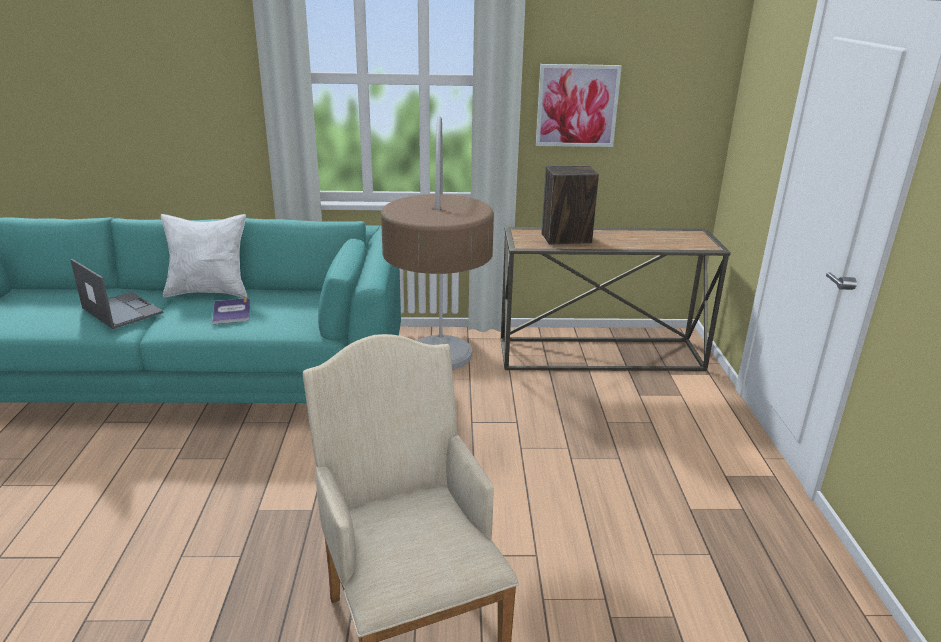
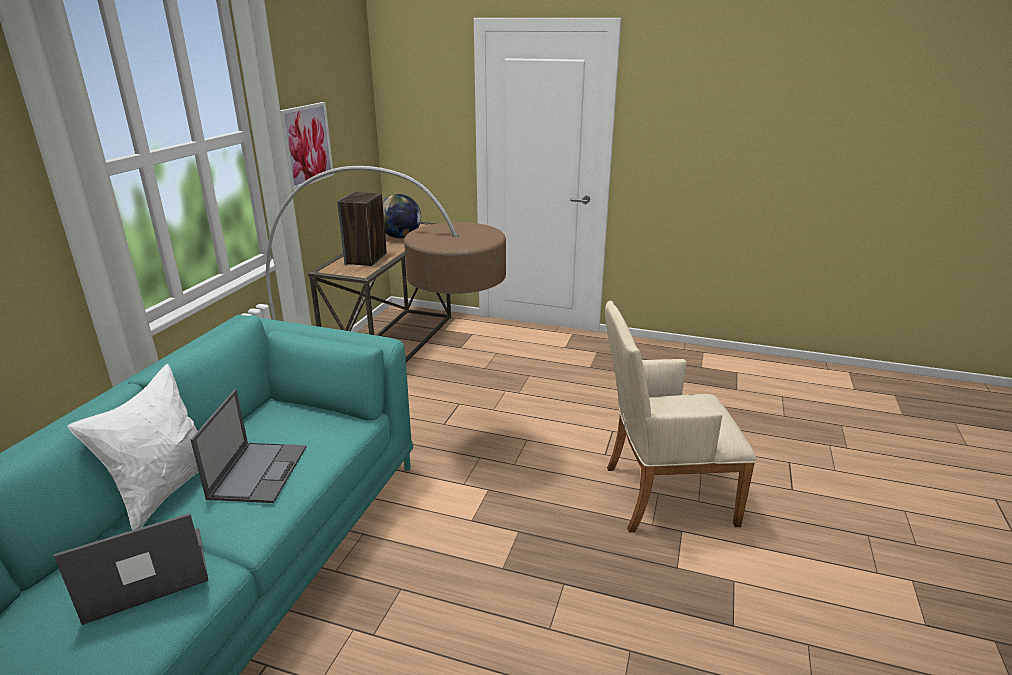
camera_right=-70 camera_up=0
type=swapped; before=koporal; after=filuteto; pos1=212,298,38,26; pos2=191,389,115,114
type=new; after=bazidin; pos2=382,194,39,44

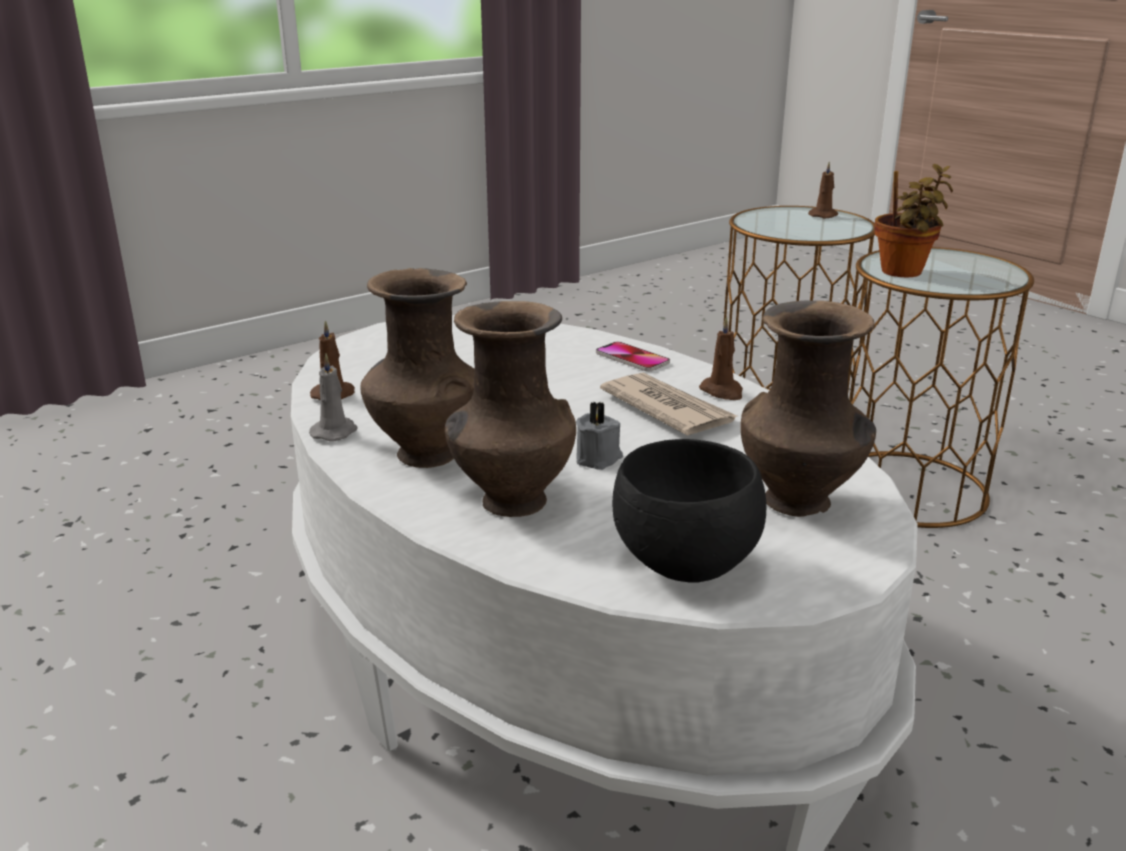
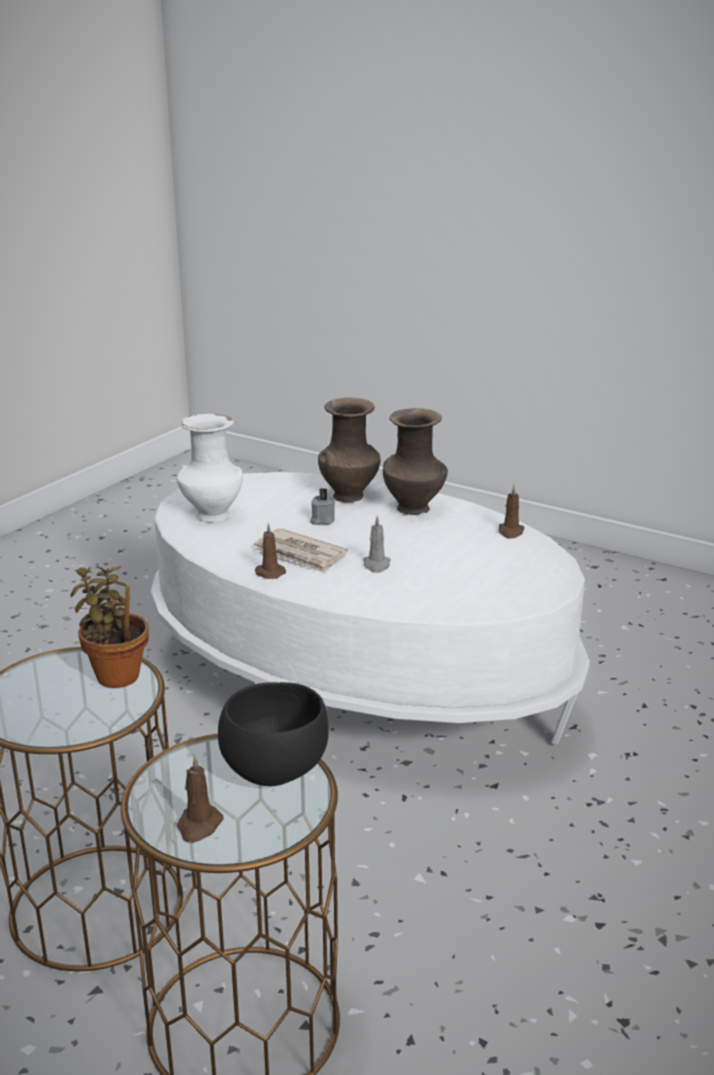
camera_right=160 camera_up=0
type=repainted; before=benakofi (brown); after=benakofi (white); pos1=741,300,135,217; pos2=176,414,67,108
type=shifted; before=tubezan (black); pos1=612,439,154,143; pos2=218,682,111,104
type=shifted; before=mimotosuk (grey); pos1=309,353,49,88; pos2=363,515,28,58
type=gone; before=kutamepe; pos1=596,342,74,30

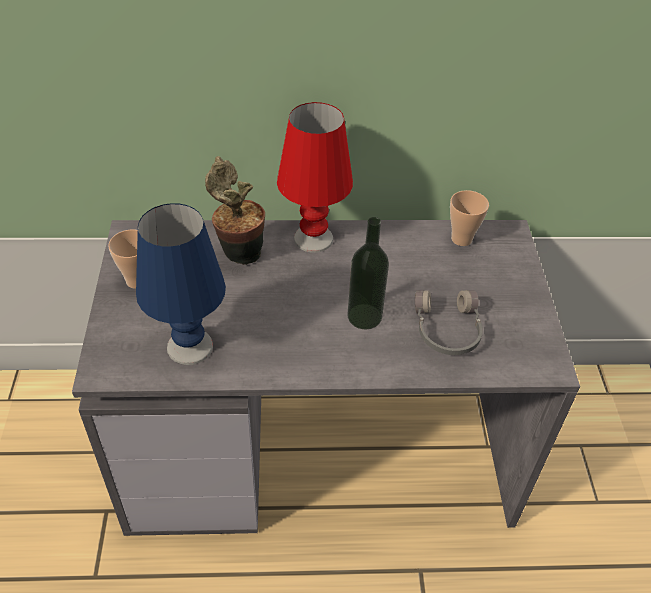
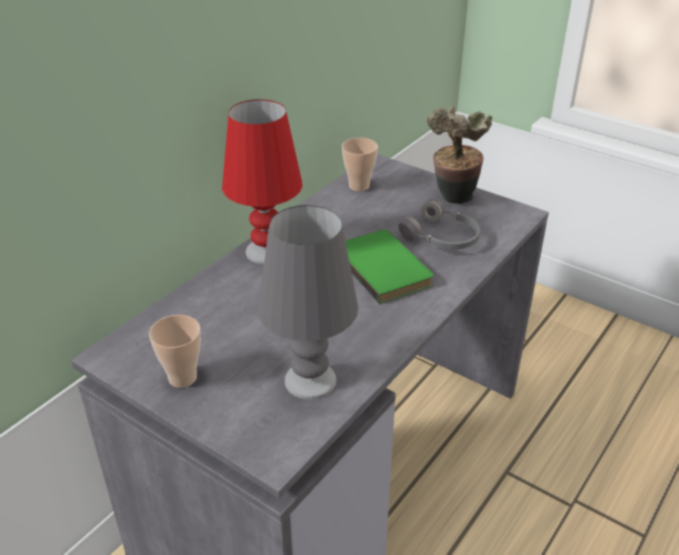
camera_right=-50 camera_up=-10
type=repainted; before=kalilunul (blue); after=kalilunul (grey); pos1=136,203,90,162; pos2=258,205,100,194
type=swapped; before=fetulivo; after=koporal (green); pos1=348,217,41,112; pos2=345,229,89,75
type=shifted; before=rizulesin; pos1=205,156,60,109; pos2=427,106,65,98

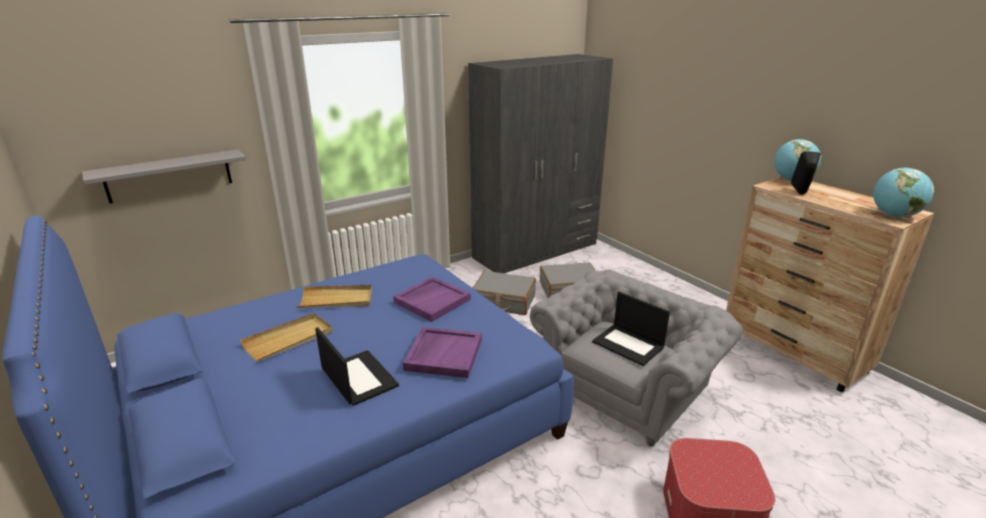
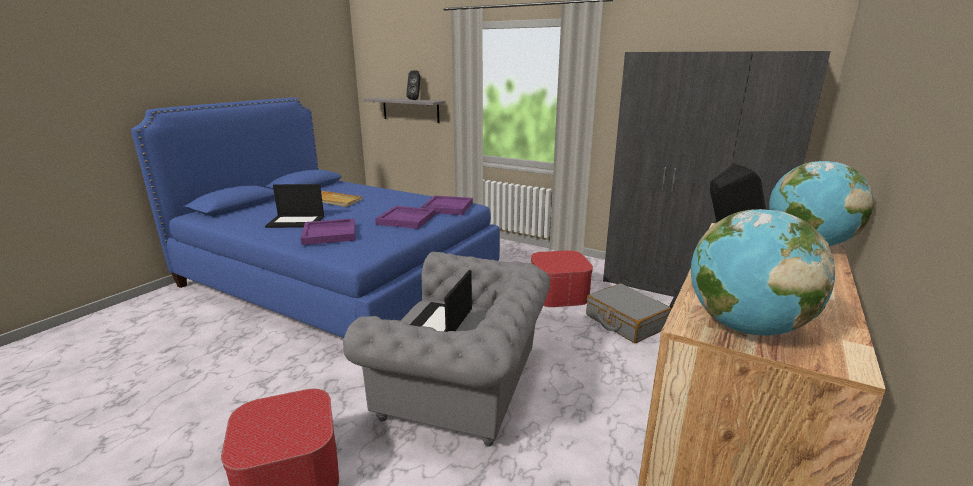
camera_right=65 camera_up=-5
type=rotated; before=filuteto; pos1=315,327,84,79; pos2=265,184,59,44; turn=60
type=new; after=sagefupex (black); pos2=406,71,15,29
type=new; after=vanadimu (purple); pos2=421,196,52,19
type=swapped; before=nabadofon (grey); after=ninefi; pos1=473,271,63,44; pos2=531,250,62,57
type=gone; before=vanadimu (beige); pos1=297,285,75,23

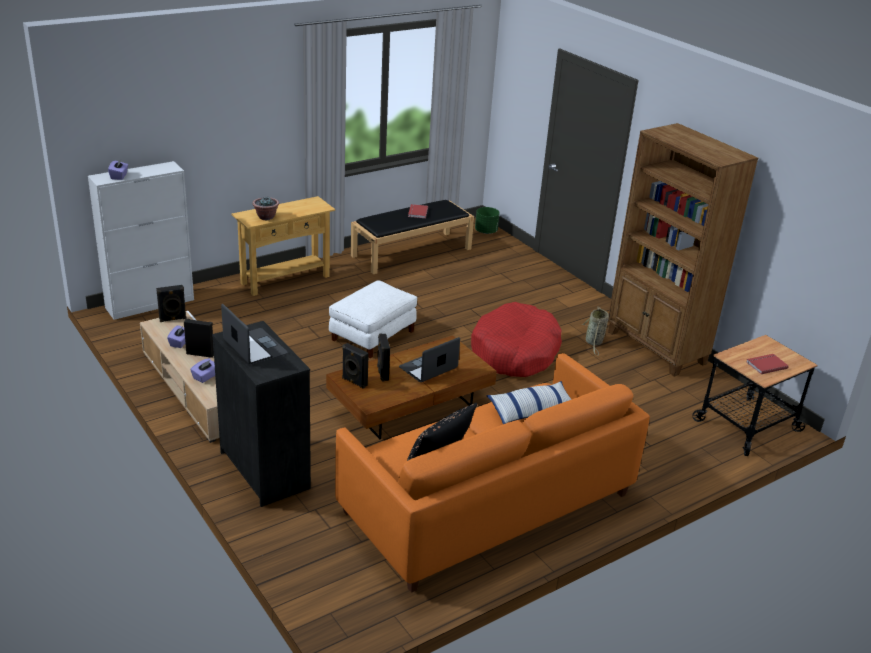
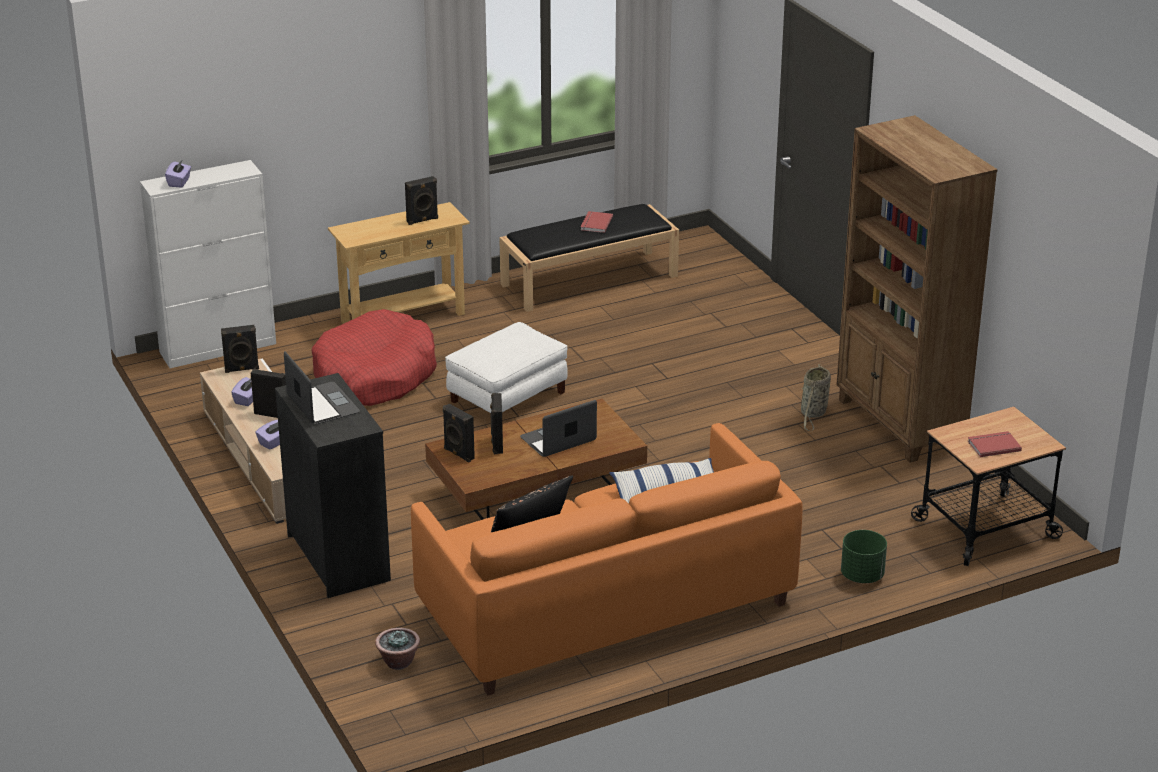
camera_right=10 camera_up=0
type=shifted; before=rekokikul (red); pos1=471,302,91,75; pos2=311,309,126,97
type=shifted; before=rizulesin; pos1=252,196,27,24; pos2=375,628,45,42
type=new; after=sagefupex (black); pos2=405,176,33,49
type=shifted; before=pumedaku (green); pos1=475,207,25,27; pos2=841,530,46,53

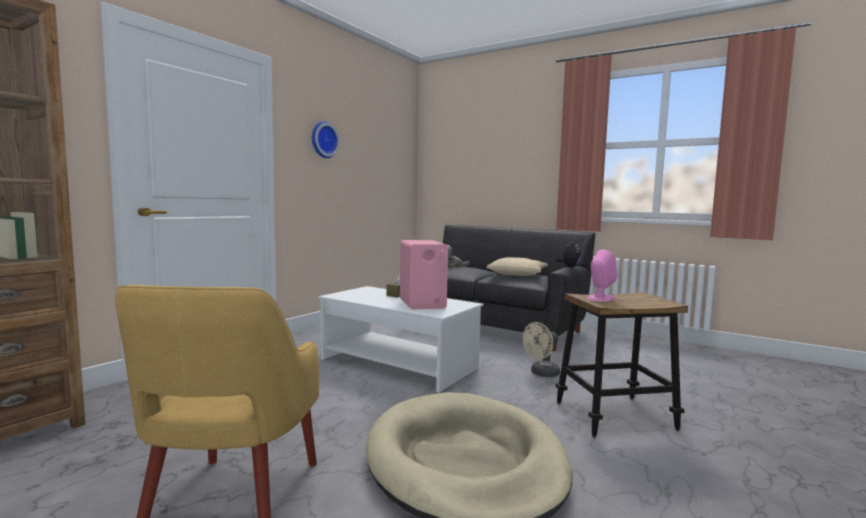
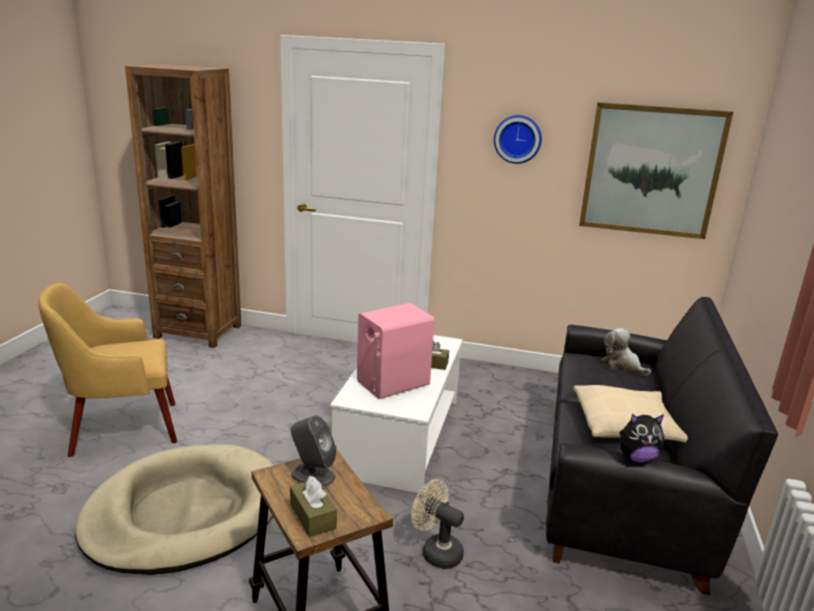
camera_right=70 camera_up=15
type=new; after=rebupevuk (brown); pos2=290,476,47,61
type=repainted; before=sagefupex (pink); after=sagefupex (grey); pos1=587,249,30,53; pos2=291,415,45,72
type=new; after=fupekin; pos2=579,102,154,137

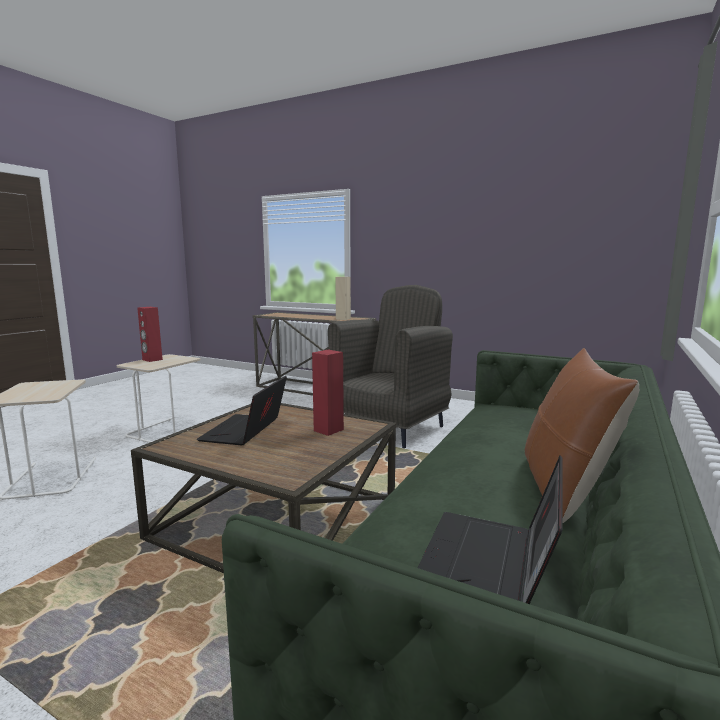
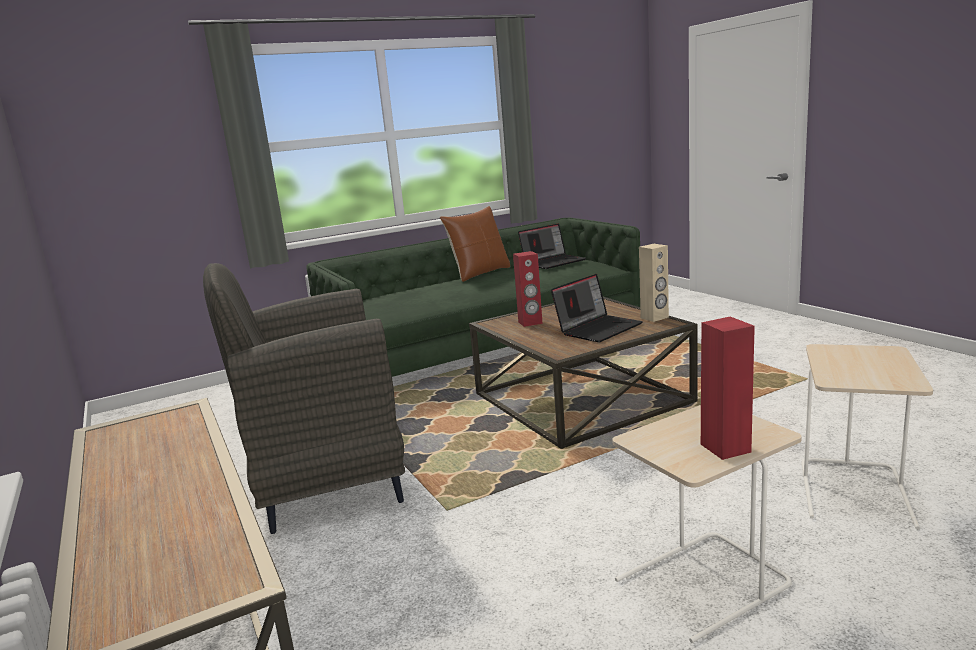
camera_right=-145 camera_up=5
type=shifted; before=sagefupex (beige); pos1=335,277,16,43; pos2=639,244,30,78

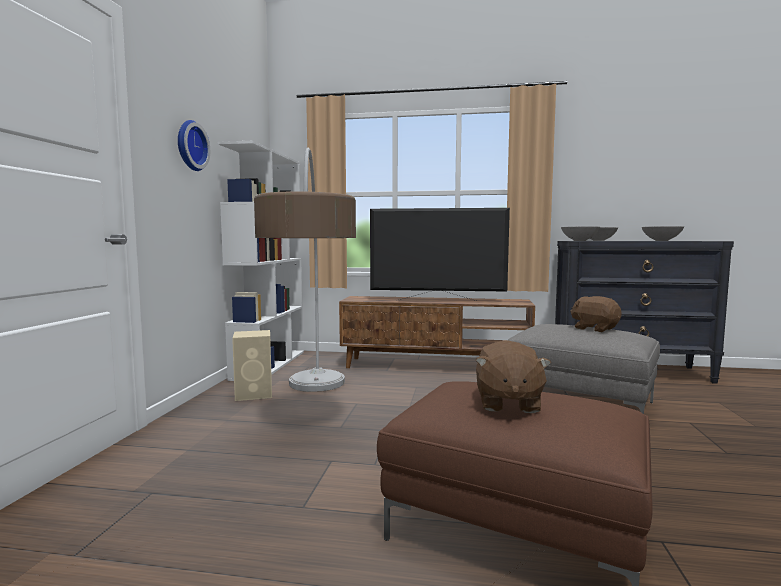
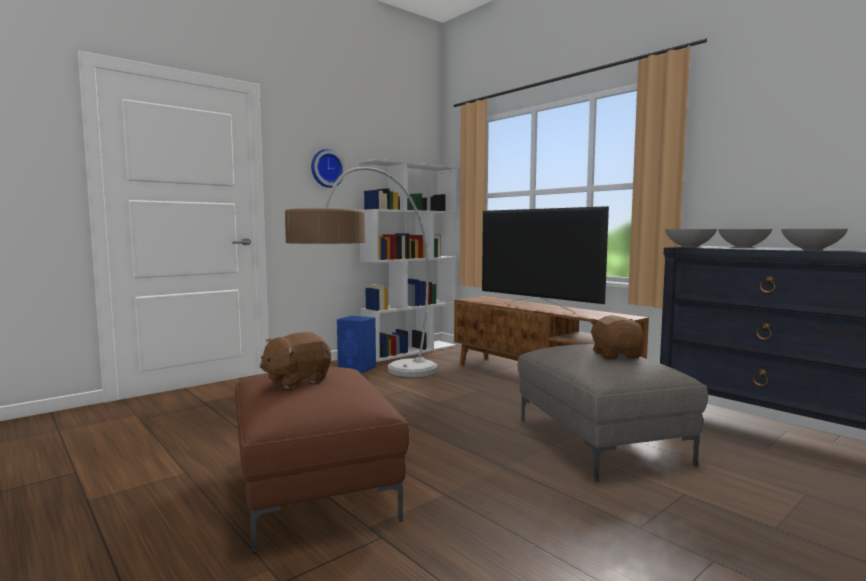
camera_right=40 camera_up=0
type=repainted; before=sagefupex (beige); after=sagefupex (blue); pos1=232,330,40,71; pos2=337,316,39,57

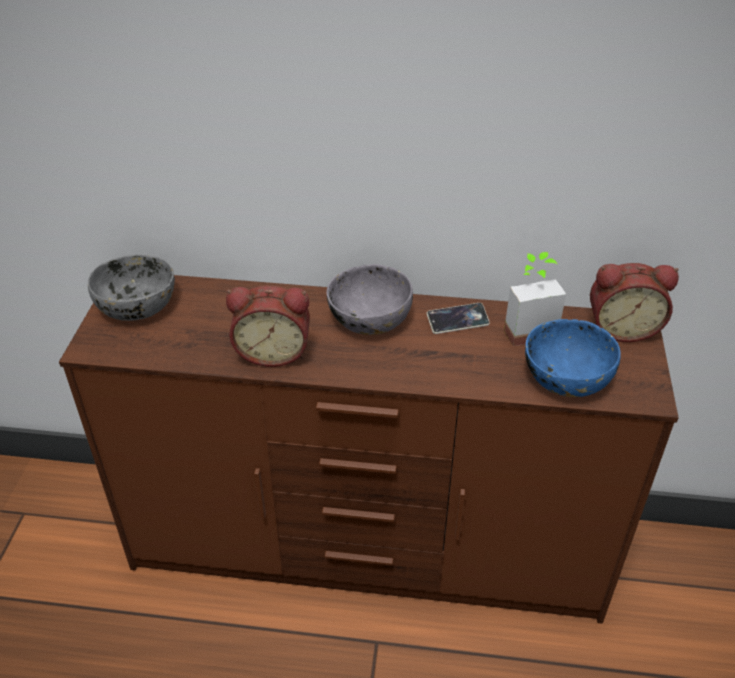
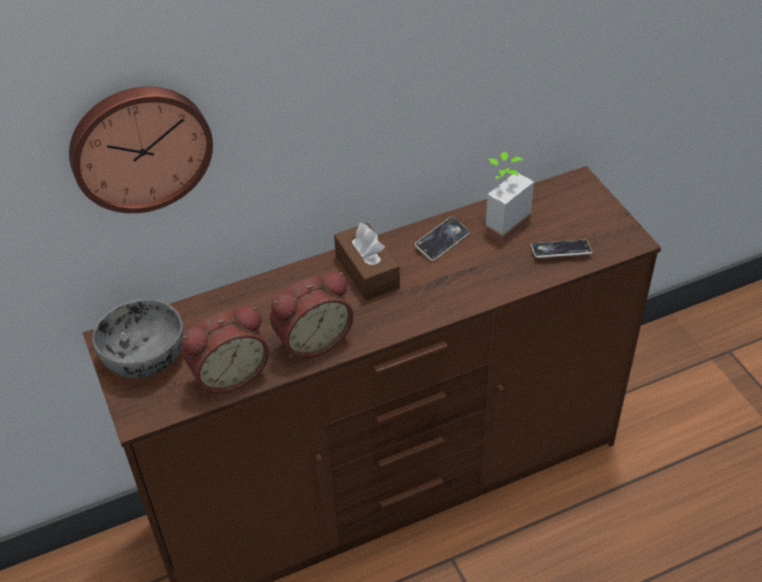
camera_right=-30 camera_up=5
type=new; after=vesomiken; pos2=69,87,144,126
type=shifted; before=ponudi; pos1=590,263,89,79; pos2=181,306,88,88
type=swapped; before=tubezan (grey); after=rebupevuk (brown); pos1=327,264,86,71; pos2=334,223,66,78
type=swapped; before=tubezan (blue); after=kutamepe; pos1=525,319,96,78; pos2=531,240,61,18

